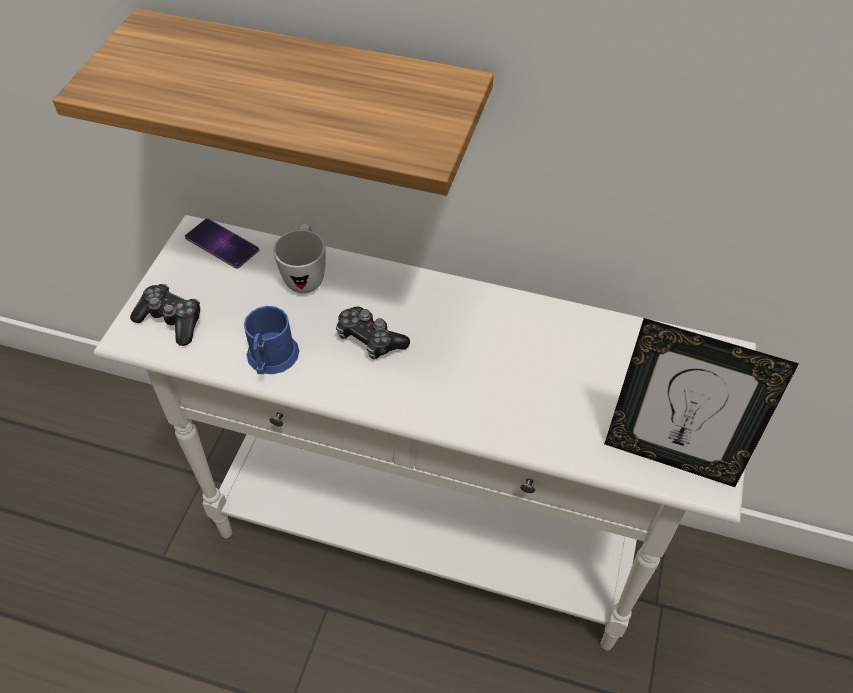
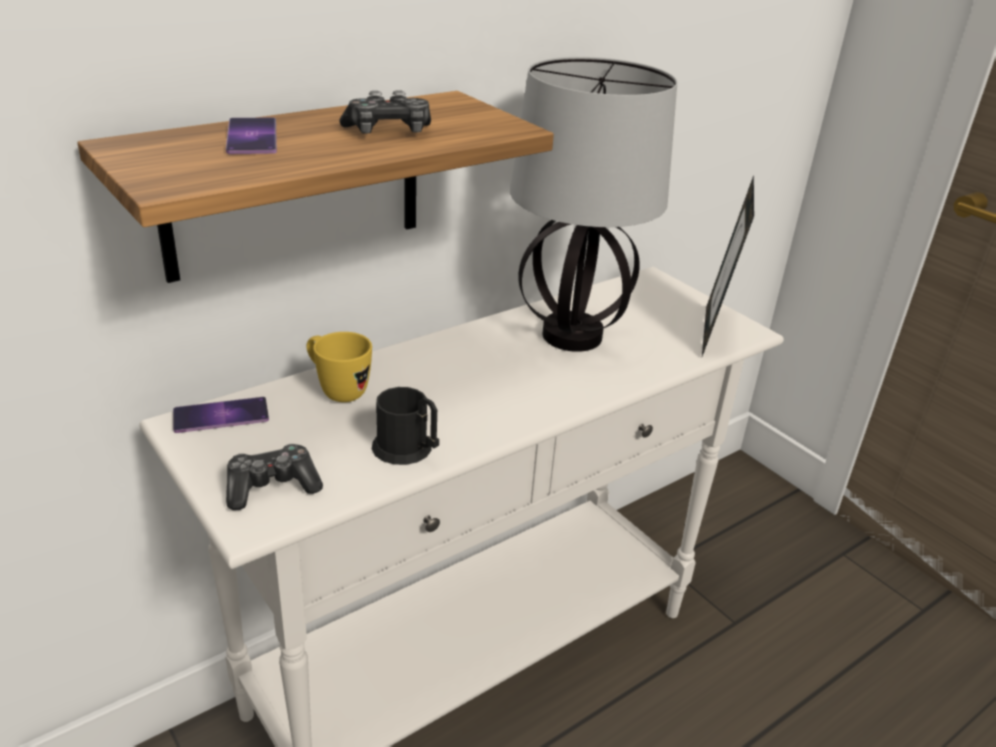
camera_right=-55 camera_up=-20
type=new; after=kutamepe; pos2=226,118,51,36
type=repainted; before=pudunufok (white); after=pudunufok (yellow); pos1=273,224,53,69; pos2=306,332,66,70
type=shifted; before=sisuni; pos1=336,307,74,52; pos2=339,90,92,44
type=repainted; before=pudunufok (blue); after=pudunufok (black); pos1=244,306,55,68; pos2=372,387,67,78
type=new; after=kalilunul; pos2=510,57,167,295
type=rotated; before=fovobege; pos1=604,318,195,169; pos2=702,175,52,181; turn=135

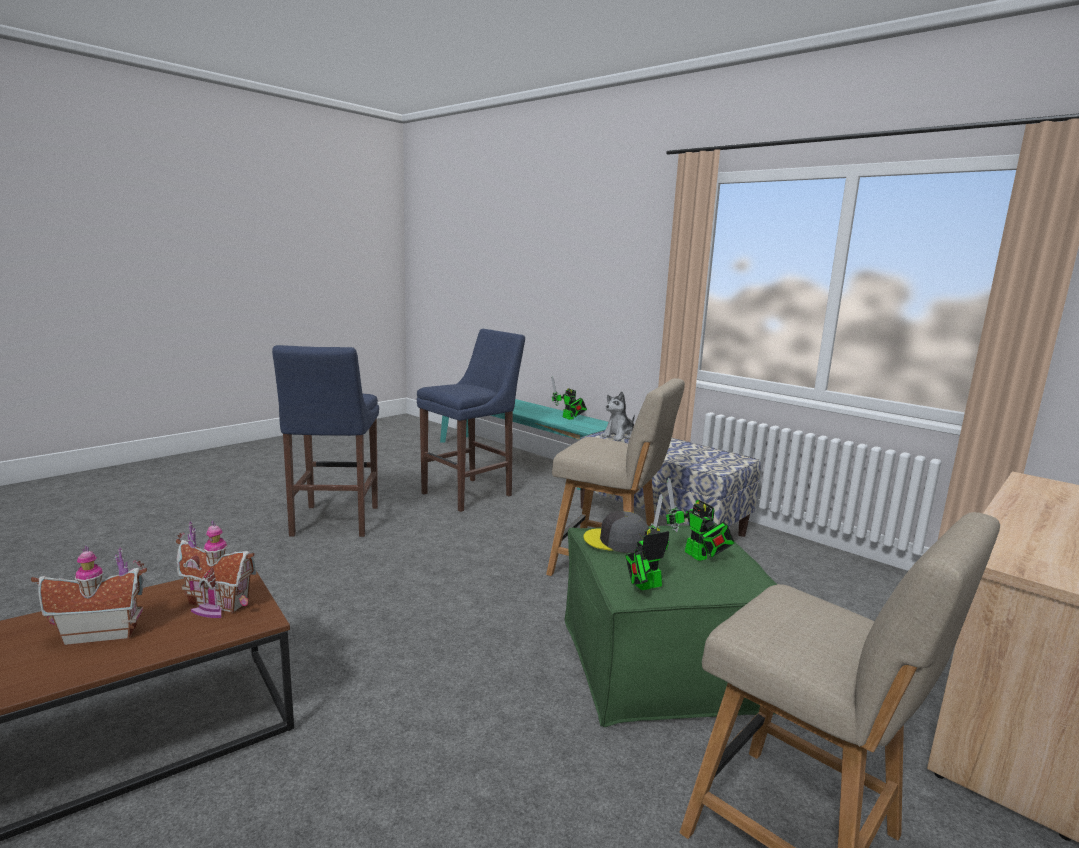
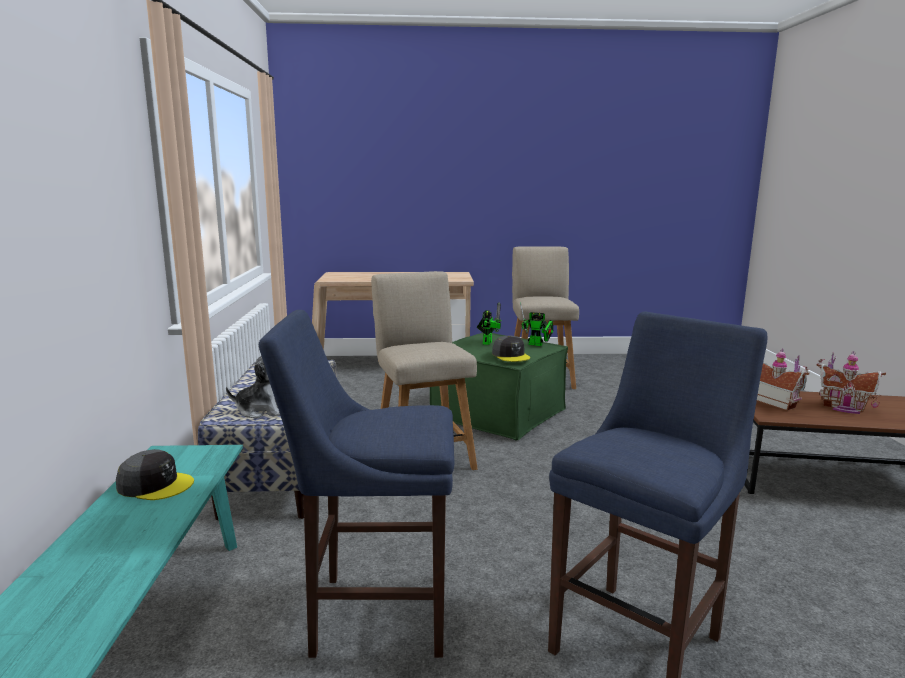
camera_right=-135 camera_up=0
type=swapped; before=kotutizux; after=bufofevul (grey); pos1=551,377,36,43; pos2=116,449,78,51

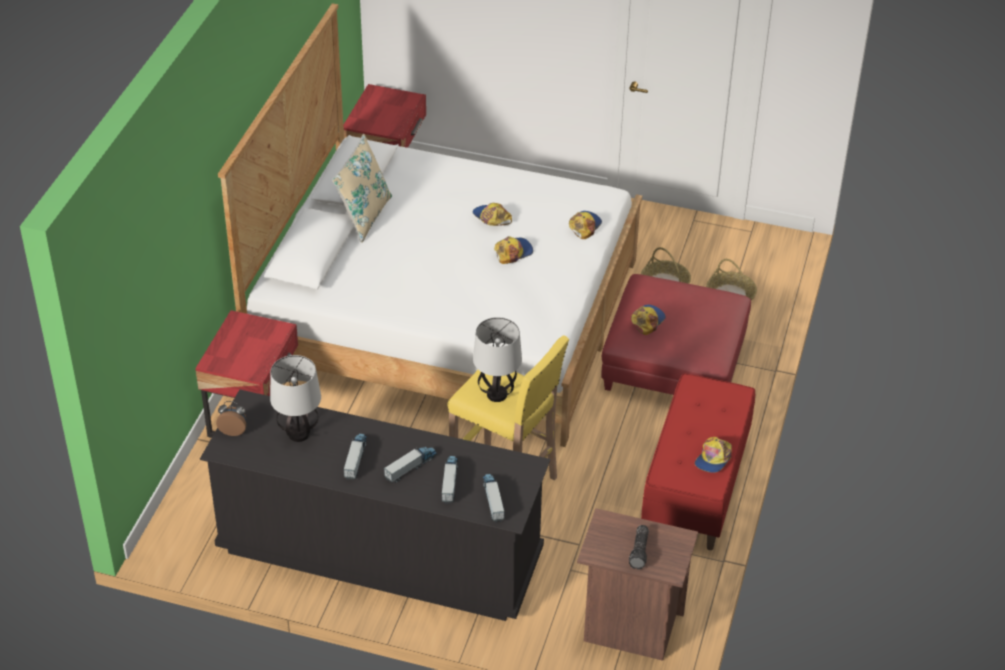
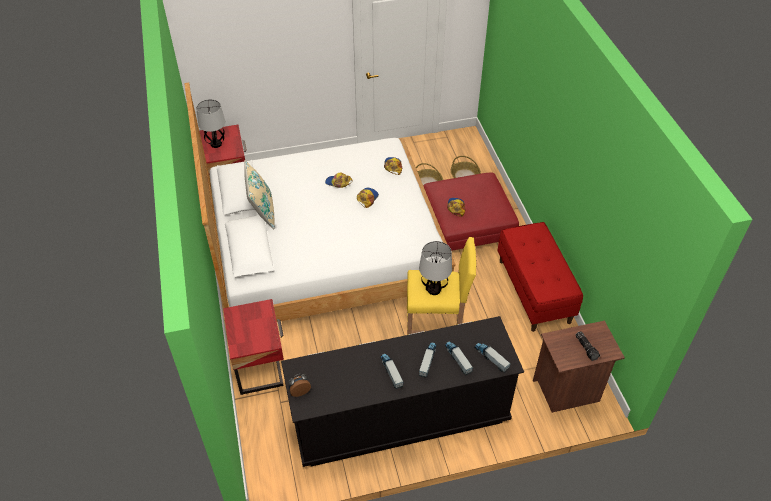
camera_right=-30 camera_up=5
type=shifted; before=kalilunul; pos1=270,355,51,87; pos2=196,99,29,49
type=gone; before=bufofevul; pos1=695,437,37,36

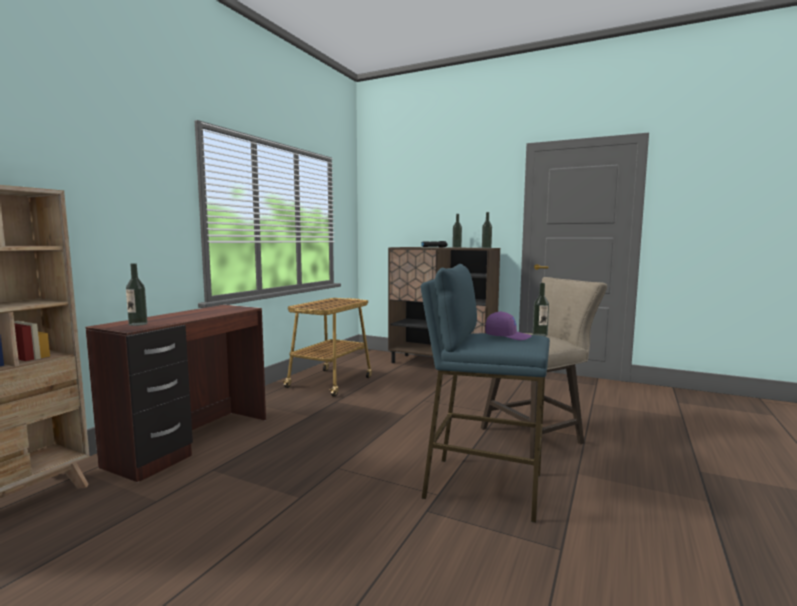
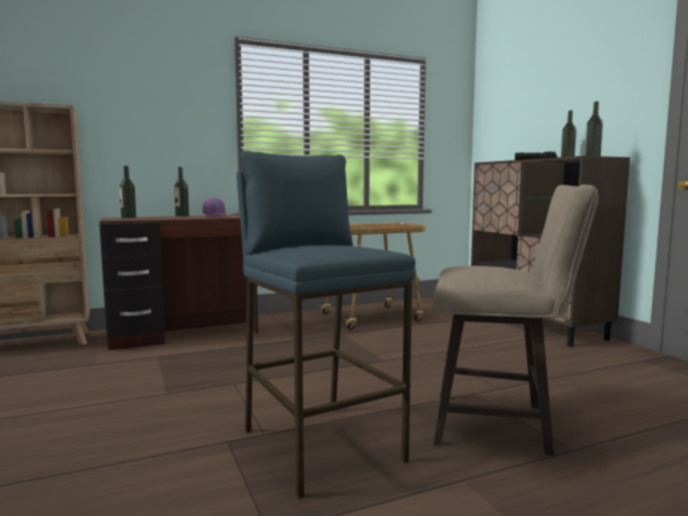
camera_right=40 camera_up=0
type=shifted; before=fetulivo; pos1=533,283,16,54; pos2=174,167,15,50
type=shifted; before=bufofevul (purple); pos1=485,311,46,29; pos2=203,198,25,19

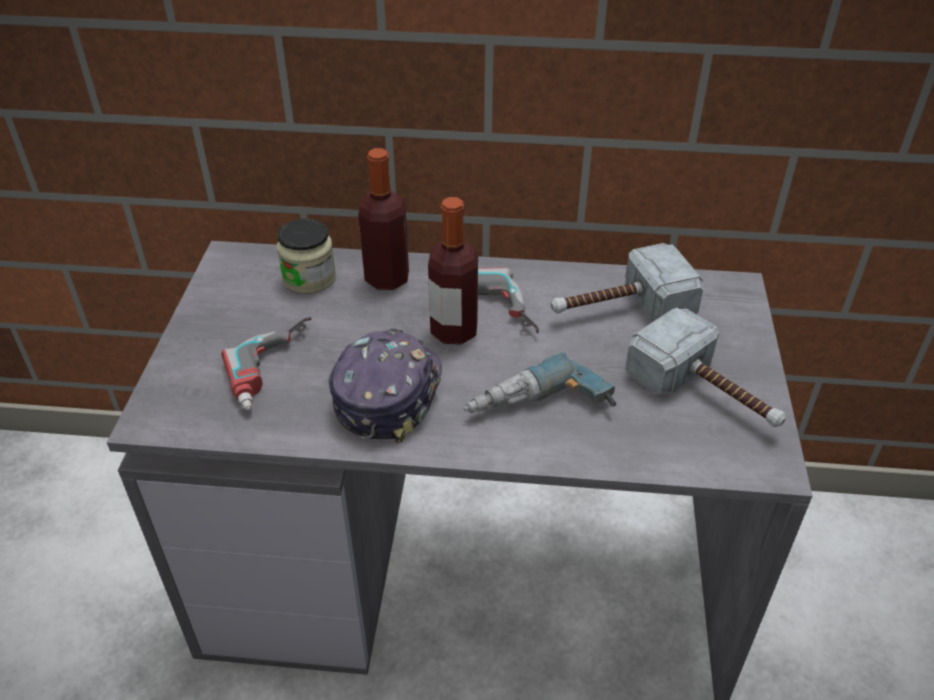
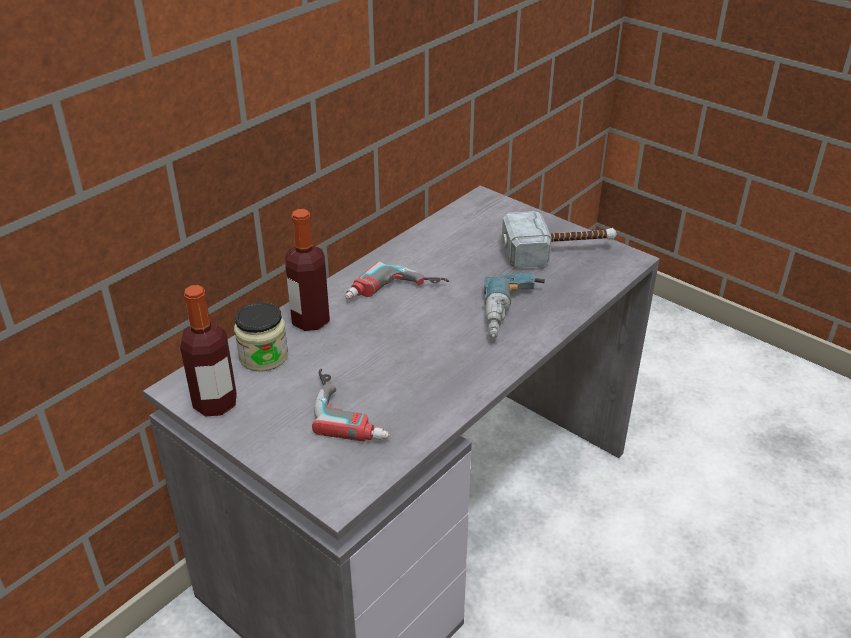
camera_right=-55 camera_up=-5
type=shifted; before=fetulivo; pos1=428,197,50,148; pos2=180,285,57,131
type=gone; before=bufofevul; pos1=329,329,113,115
type=gone; before=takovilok; pos1=551,243,152,78

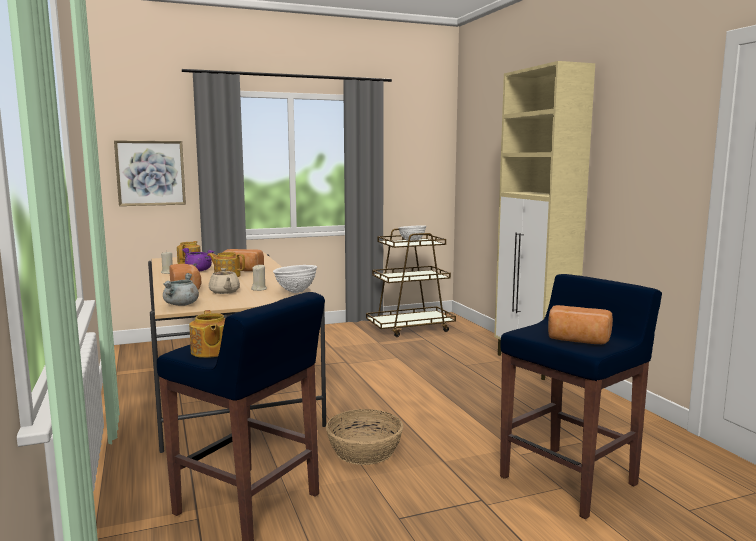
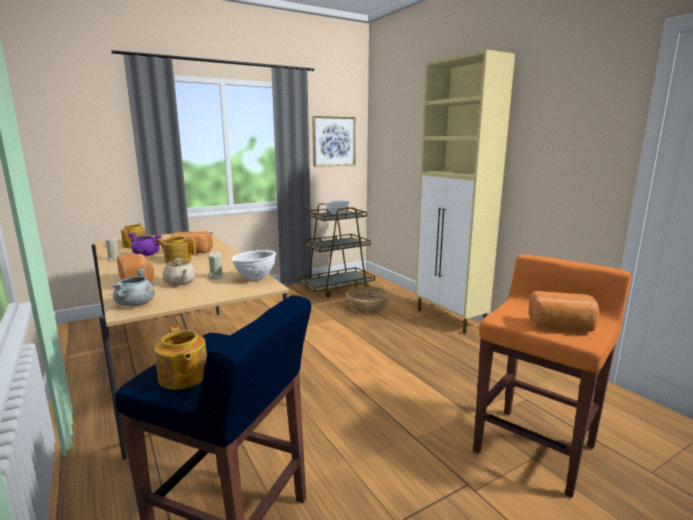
camera_right=-10 camera_up=5
type=shifted; before=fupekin; pos1=114,141,72,65; pos2=312,116,44,51
type=shifted; before=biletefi; pos1=326,409,77,56; pos2=346,286,43,28
type=repainted; before=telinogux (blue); after=telinogux (orange); pos1=500,274,162,245; pos2=473,254,159,244

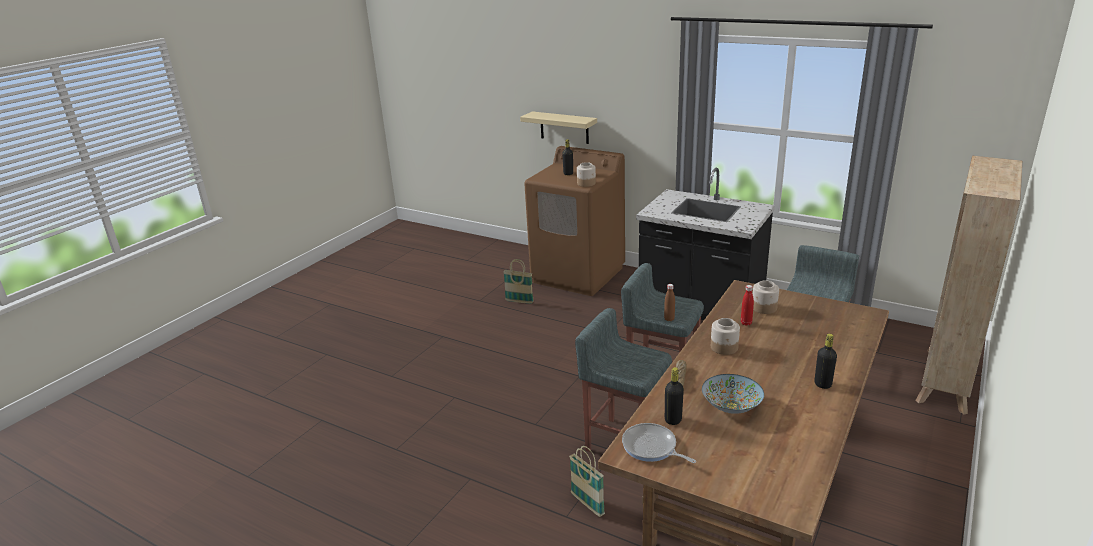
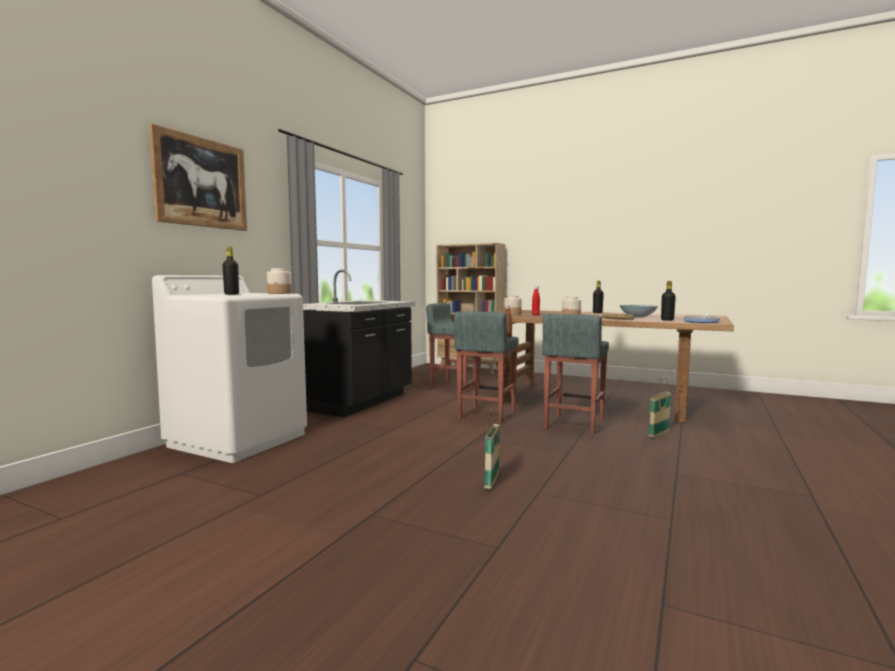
camera_right=-95 camera_up=-20
type=new; after=fupekin; pos2=149,123,98,108
type=repainted; before=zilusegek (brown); after=zilusegek (white); pos1=524,146,101,150; pos2=152,275,155,188
type=shifted; before=biletefi; pos1=503,259,31,45; pos2=485,408,15,82
type=gone; before=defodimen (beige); pos1=520,111,77,33

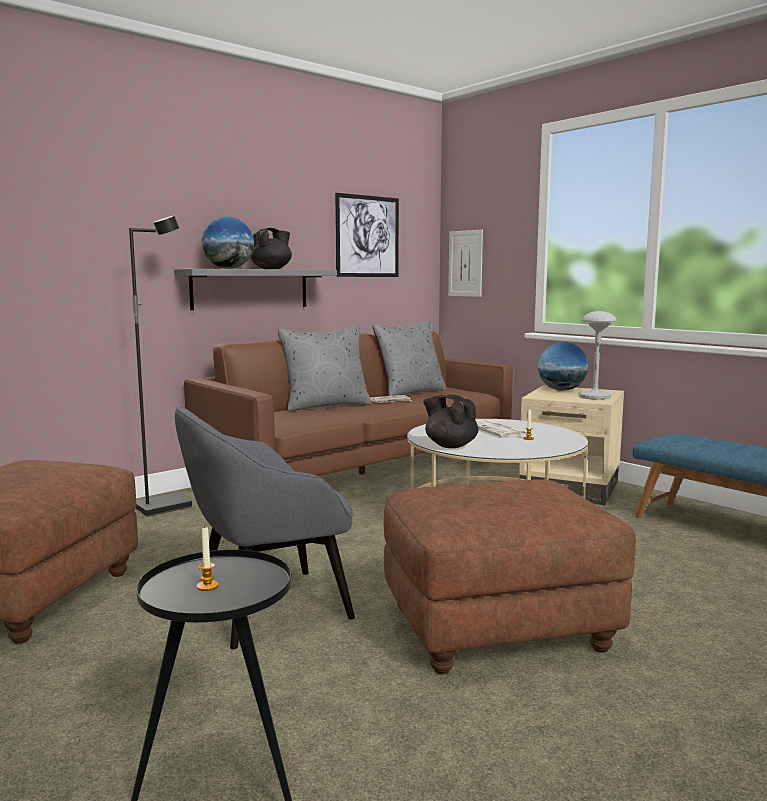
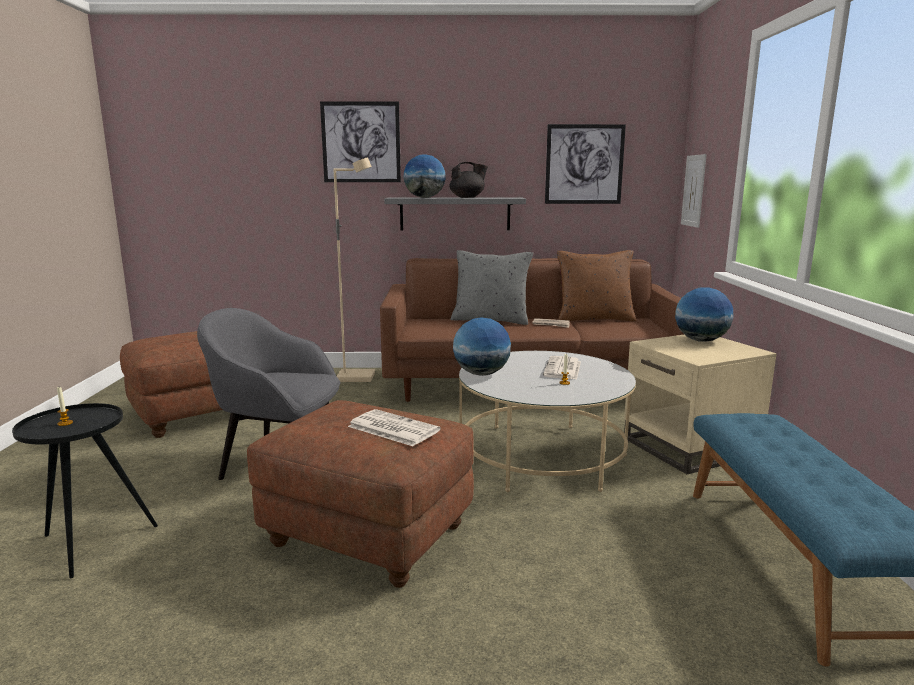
camera_right=40 camera_up=5
type=new; after=fupekin; pos2=320,101,81,81
type=repainted; before=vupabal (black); after=vupabal (beige); pos1=129,216,63,301; pos2=333,157,42,225
type=new; after=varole; pos2=348,409,93,37
type=swapped; before=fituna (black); after=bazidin; pos1=423,394,55,54; pos2=453,317,58,59
type=repainted; before=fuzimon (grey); after=fuzimon (brown); pos1=372,321,74,75; pos2=557,250,79,71
type=gone; before=kalilunul (grey); pos1=578,311,39,89

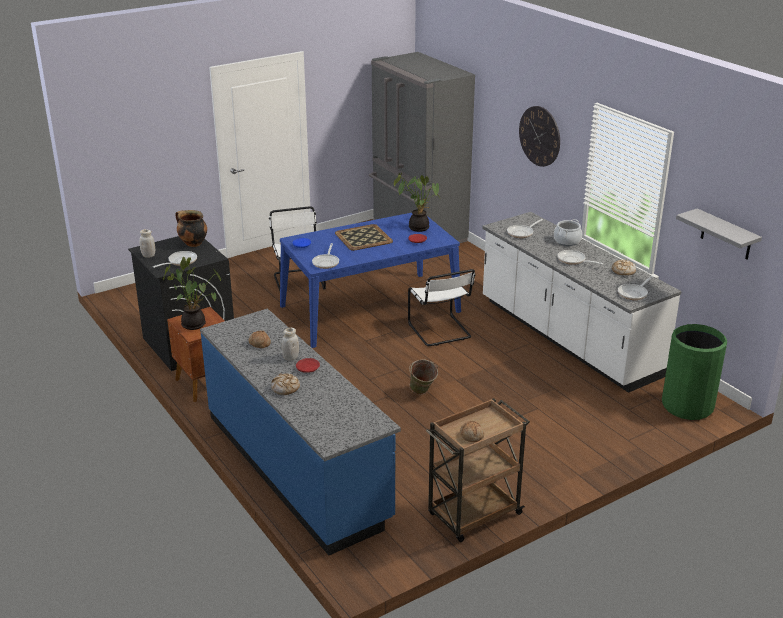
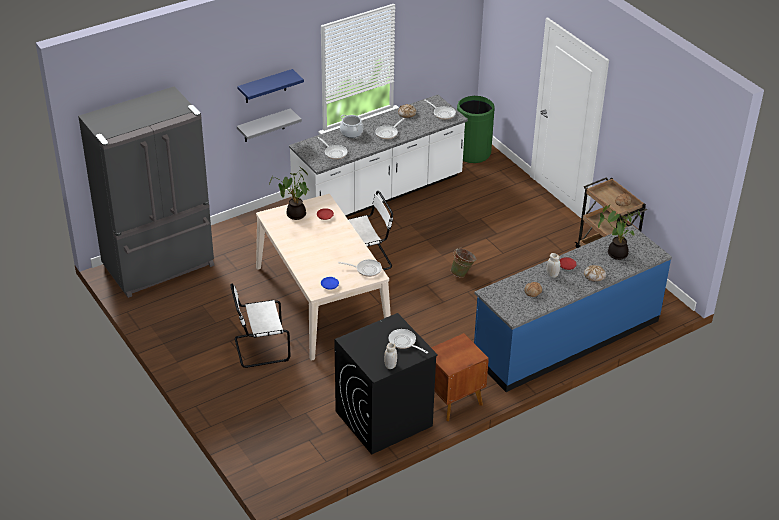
camera_right=-90 camera_up=10
type=swapped; before=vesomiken; after=defodimen (blue); pos1=519,106,41,61; pos2=237,69,67,34
type=shifted; before=defodimen (grey); pos1=676,208,86,52; pos2=237,108,65,34
type=repainted; before=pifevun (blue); after=pifevun (beige); pos1=280,213,181,135; pos2=256,194,135,167
type=shifted; before=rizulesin; pos1=163,257,58,73; pos2=598,205,44,55
type=gone; before=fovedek; pos1=175,210,32,37
type=gone; before=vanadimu; pos1=335,224,58,27

